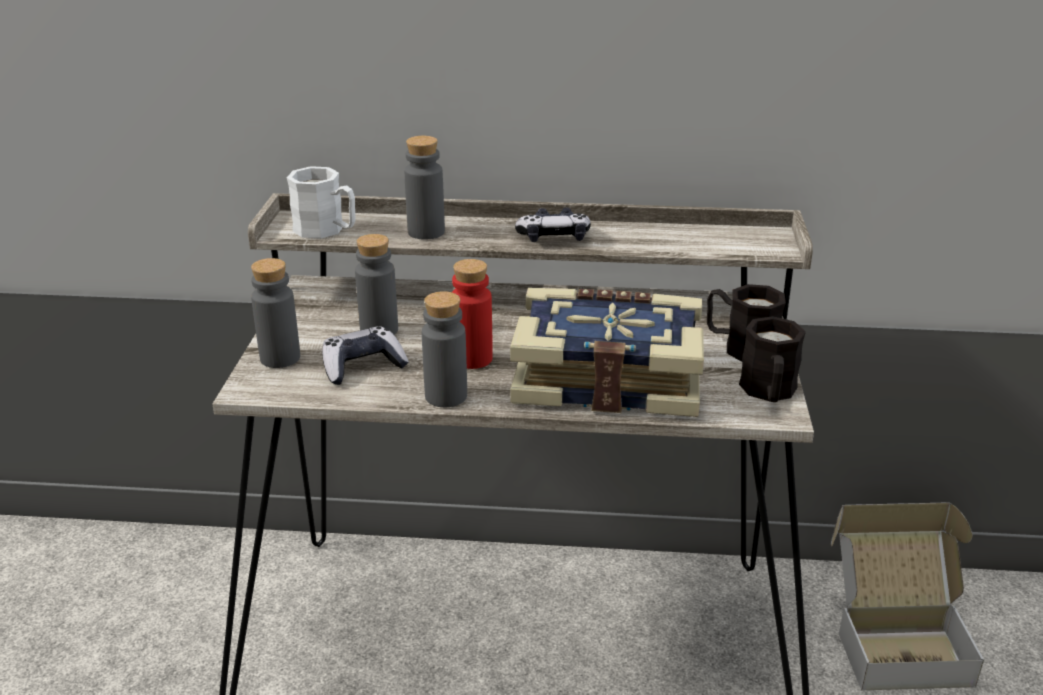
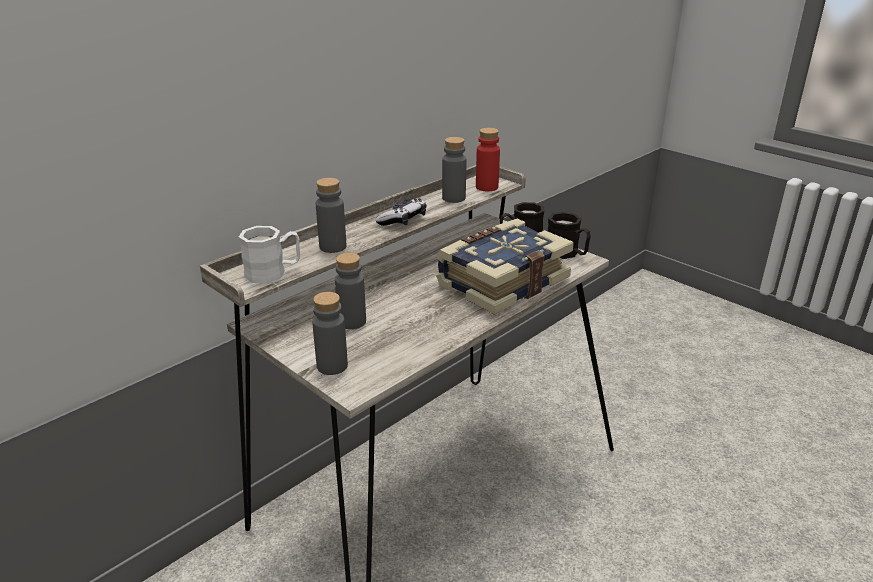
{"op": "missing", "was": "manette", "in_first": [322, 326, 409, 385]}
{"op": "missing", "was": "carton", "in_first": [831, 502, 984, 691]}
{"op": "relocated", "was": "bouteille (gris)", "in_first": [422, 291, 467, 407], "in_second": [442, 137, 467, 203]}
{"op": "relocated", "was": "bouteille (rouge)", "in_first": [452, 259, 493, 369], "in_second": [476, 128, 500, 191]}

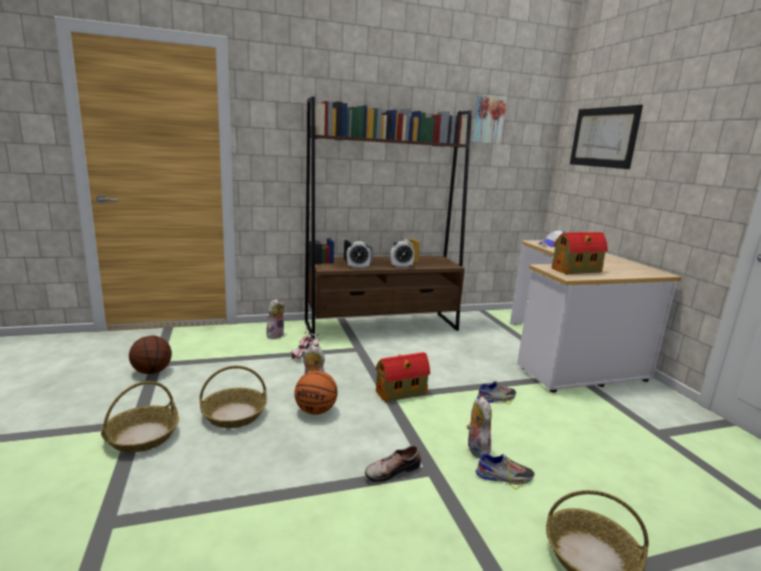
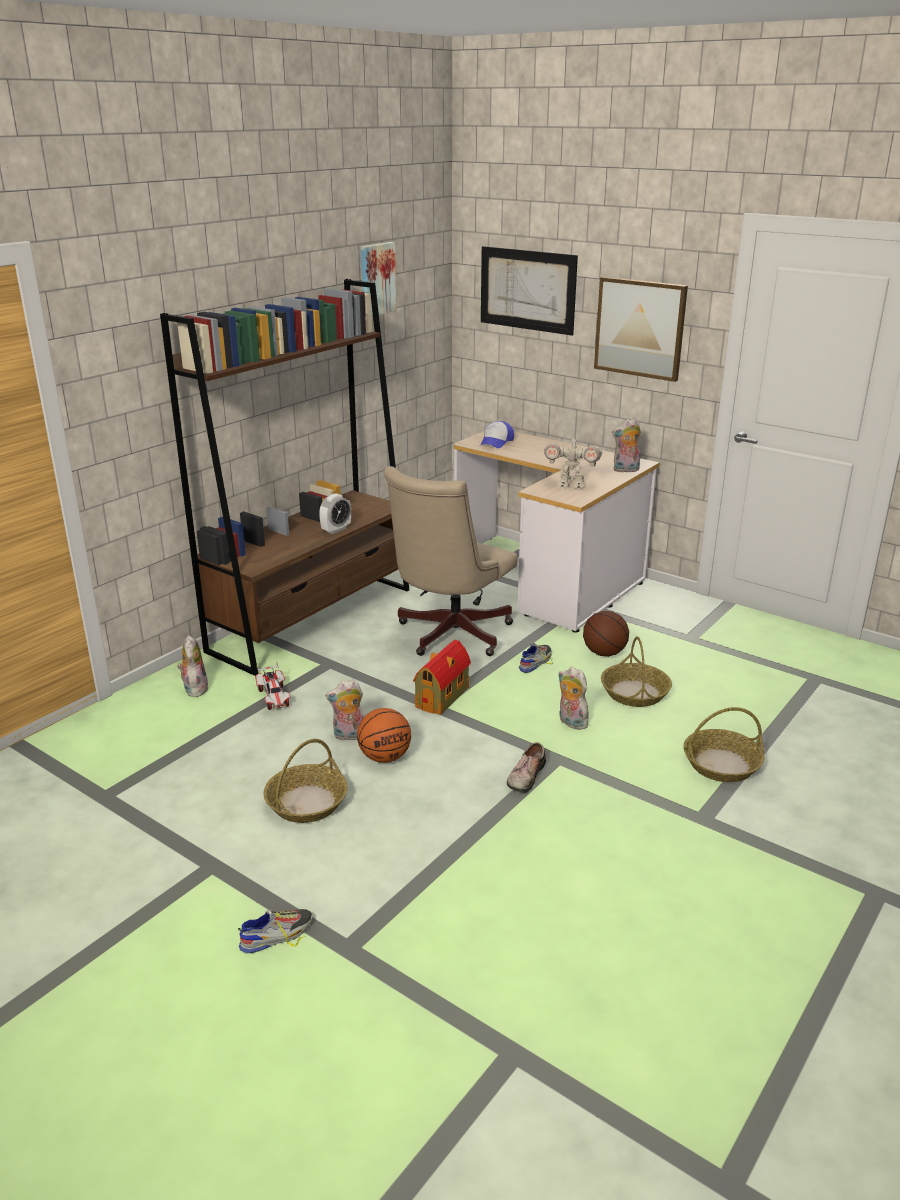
{"op": "missing", "was": "réveil", "in_first": [347, 242, 371, 269]}
{"op": "appeared", "now": "chaise de bureau (beige)", "in_second": [384, 466, 518, 656]}
{"op": "appeared", "now": "tableau", "in_second": [594, 277, 688, 382]}
{"op": "appeared", "now": "peluche", "in_second": [612, 418, 641, 473]}
{"op": "relocated", "was": "panier", "in_first": [101, 381, 179, 453], "in_second": [601, 636, 672, 707]}
{"op": "relocated", "was": "ballon de basket", "in_first": [129, 336, 172, 374], "in_second": [583, 611, 629, 657]}
{"op": "relocated", "was": "chaussure", "in_first": [476, 454, 535, 489], "in_second": [238, 909, 312, 953]}
{"op": "exchanged", "was": "maison miniature", "now": "robot jouet", "in_first": [551, 232, 608, 274], "in_second": [544, 434, 602, 489]}

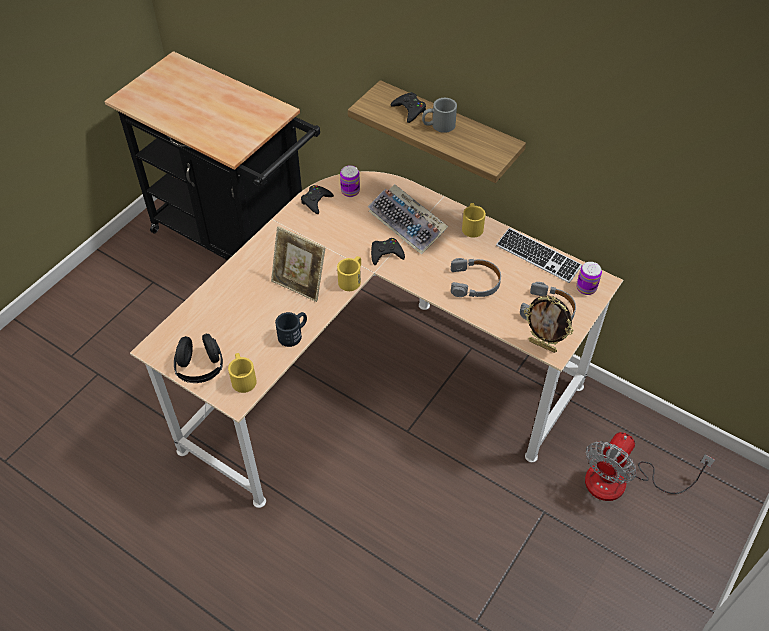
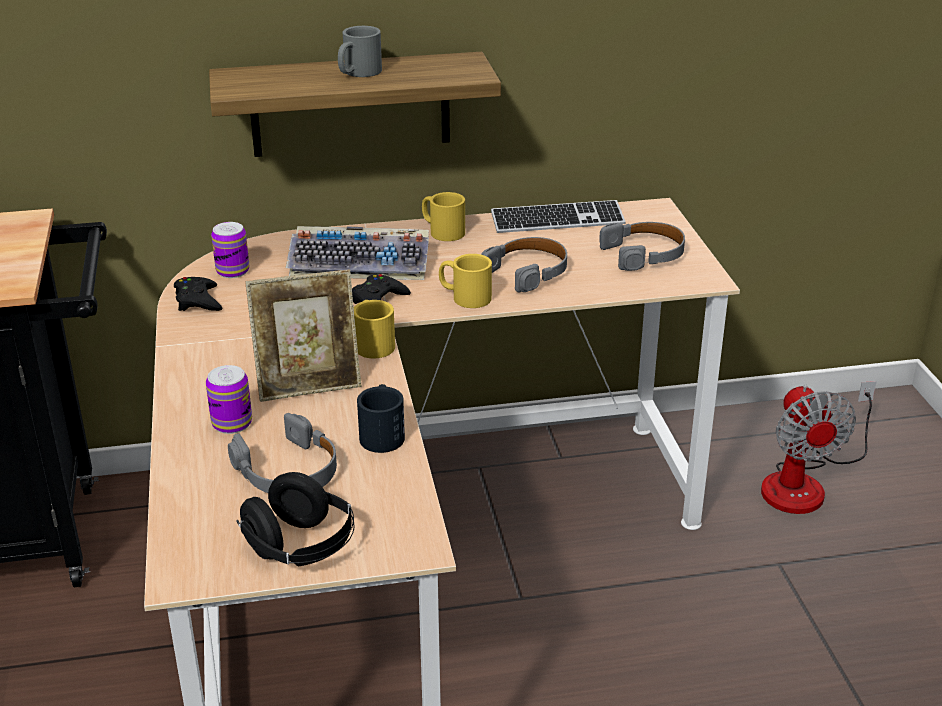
{"op": "missing", "was": "manette (noir)", "in_first": [391, 92, 426, 123]}
{"op": "missing", "was": "cadre photo", "in_first": [524, 295, 573, 353]}
{"op": "appeared", "now": "casque audio (gris)", "in_second": [228, 413, 337, 493]}
{"op": "relocated", "was": "mug (jaune)", "in_first": [228, 353, 257, 393], "in_second": [439, 254, 492, 308]}
{"op": "relocated", "was": "boîte métallique", "in_first": [576, 262, 602, 295], "in_second": [206, 365, 252, 434]}

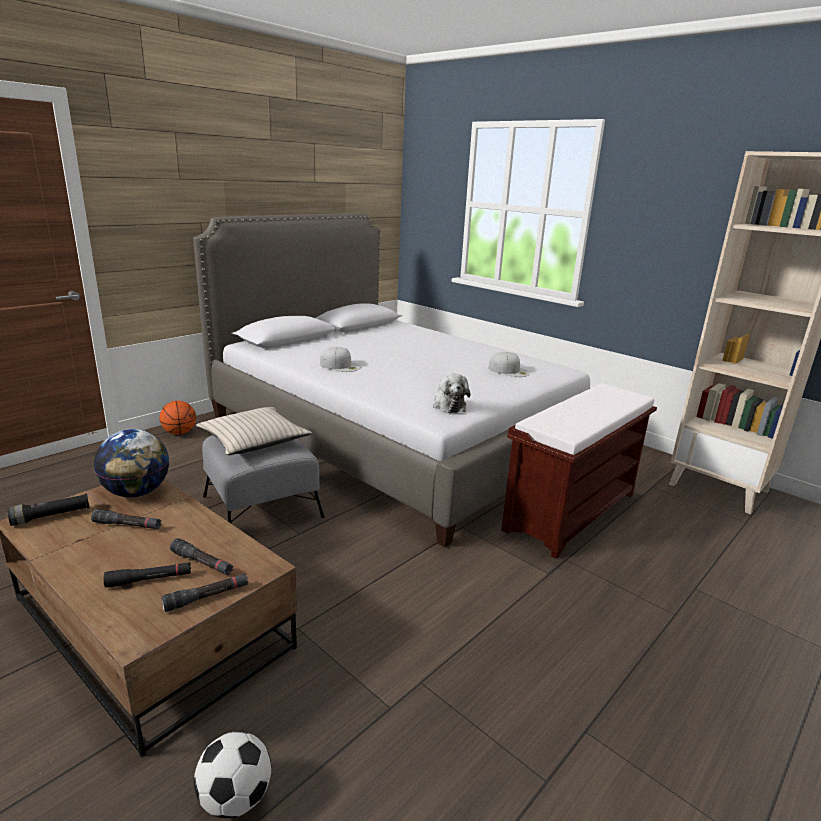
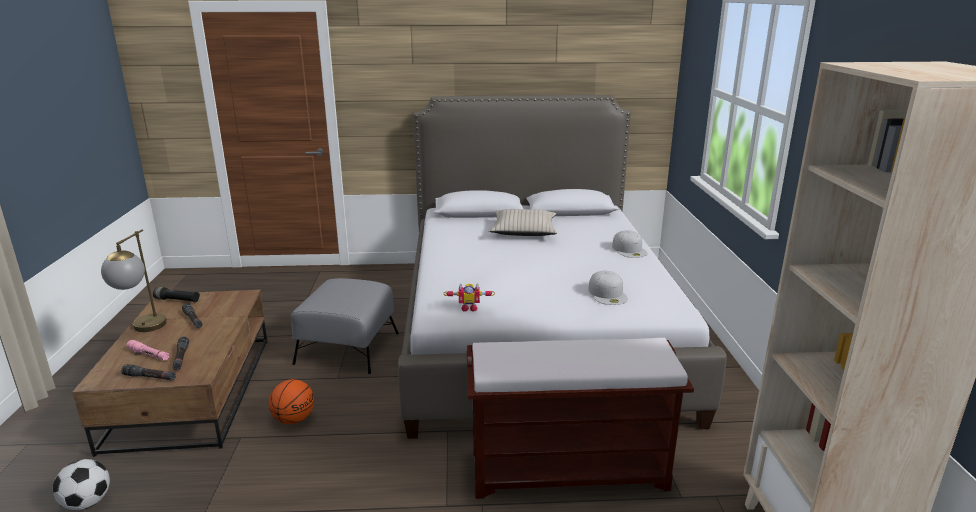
{"op": "missing", "was": "globe", "in_first": [94, 429, 169, 497]}
{"op": "appeared", "now": "lampe de table", "in_second": [101, 229, 167, 332]}
{"op": "relocated", "was": "ballon de basket", "in_first": [159, 401, 196, 435], "in_second": [269, 379, 315, 424]}
{"op": "relocated", "was": "coussin (beige)", "in_first": [196, 407, 312, 455], "in_second": [489, 209, 557, 236]}
{"op": "relocated", "was": "casquette (blanc)", "in_first": [320, 347, 361, 372], "in_second": [612, 230, 648, 258]}
{"op": "exchanged", "was": "peluche", "now": "robot jouet", "in_first": [433, 374, 470, 413], "in_second": [443, 283, 495, 312]}
{"op": "colour", "was": "lampe de poche (noir)", "now": "lampe de poche (rose)", "in_first": [104, 562, 191, 588], "in_second": [127, 340, 169, 361]}

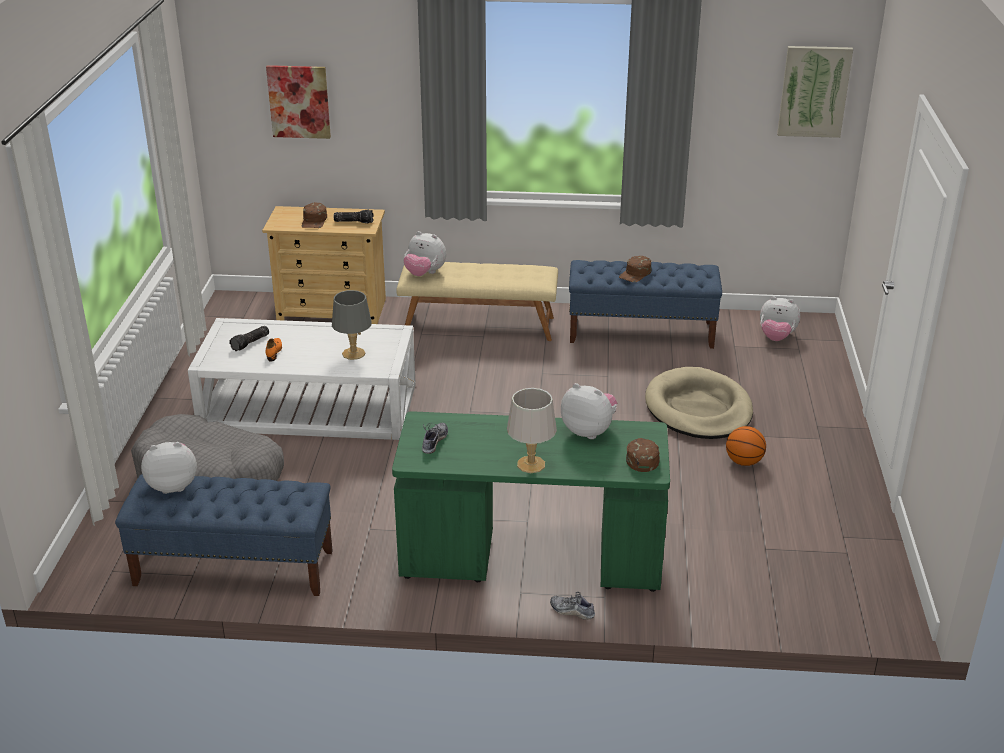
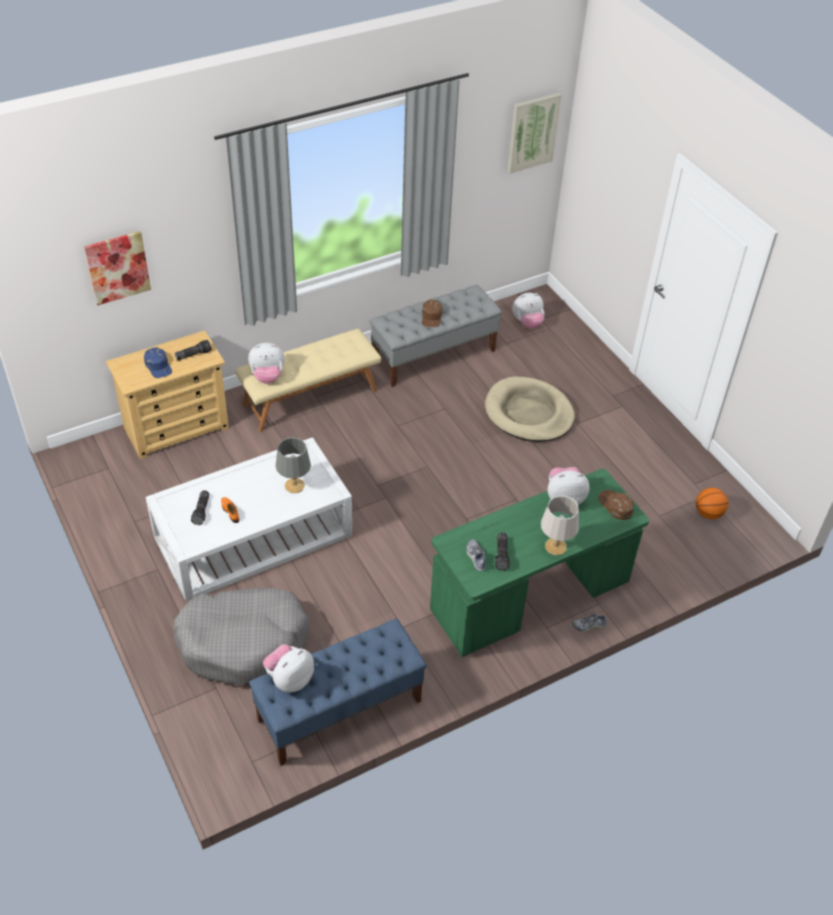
{"op": "appeared", "now": "lampe de poche", "in_second": [495, 532, 510, 571]}
{"op": "relocated", "was": "ballon de basket", "in_first": [726, 426, 766, 466], "in_second": [696, 488, 728, 519]}
{"op": "colour", "was": "casquette (marron)", "now": "casquette (bleu)", "in_first": [302, 202, 327, 228], "in_second": [144, 347, 172, 378]}
{"op": "colour", "was": "banc (bleu)", "now": "banc (gris)", "in_first": [569, 260, 722, 349], "in_second": [370, 285, 502, 387]}

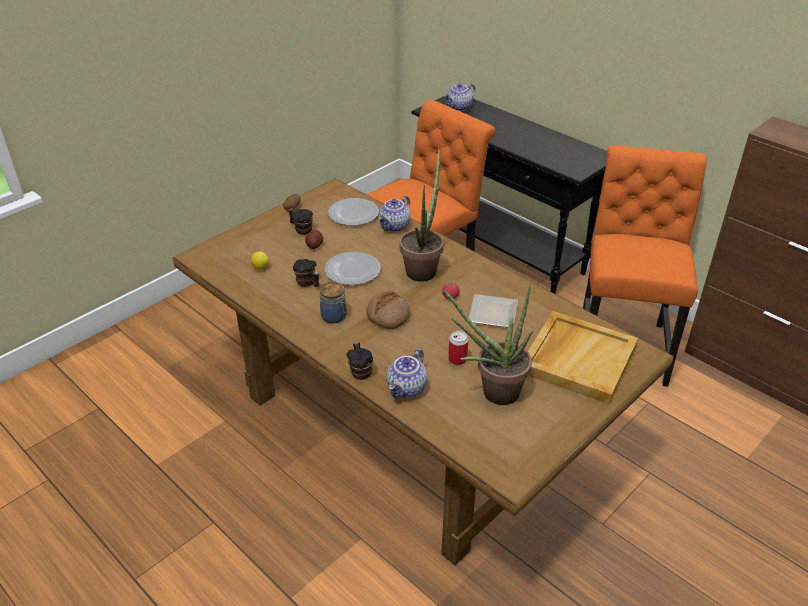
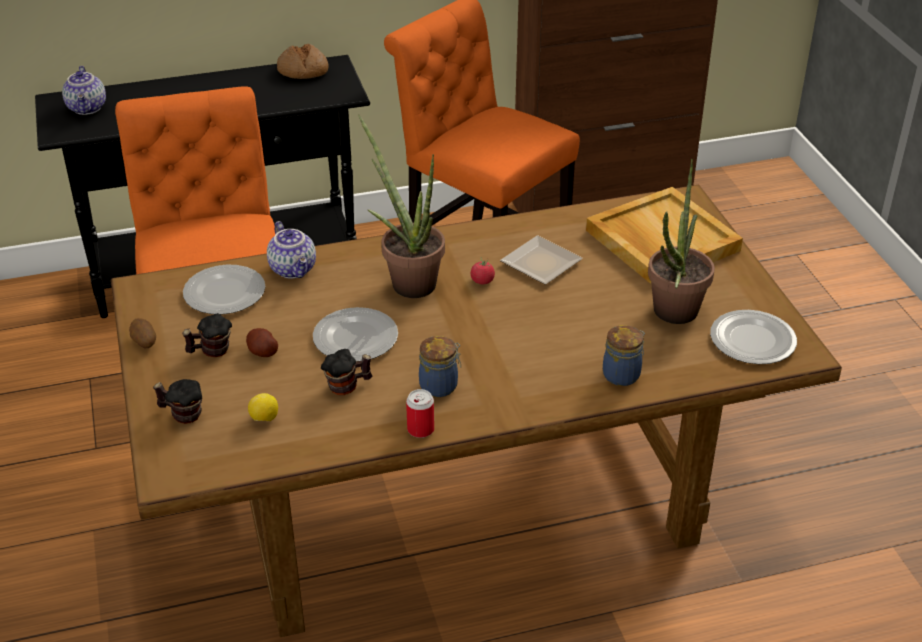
{"op": "appeared", "now": "assiette", "in_second": [710, 310, 797, 364]}
{"op": "relocated", "was": "mug", "in_first": [346, 342, 373, 380], "in_second": [153, 379, 202, 424]}
{"op": "relocated", "was": "pain", "in_first": [366, 291, 410, 329], "in_second": [277, 44, 328, 79]}
{"op": "relocated", "was": "boîte métallique", "in_first": [448, 331, 468, 365], "in_second": [406, 389, 434, 438]}
{"op": "exchanged", "was": "théière", "now": "bocal", "in_first": [386, 348, 427, 399], "in_second": [603, 325, 645, 386]}

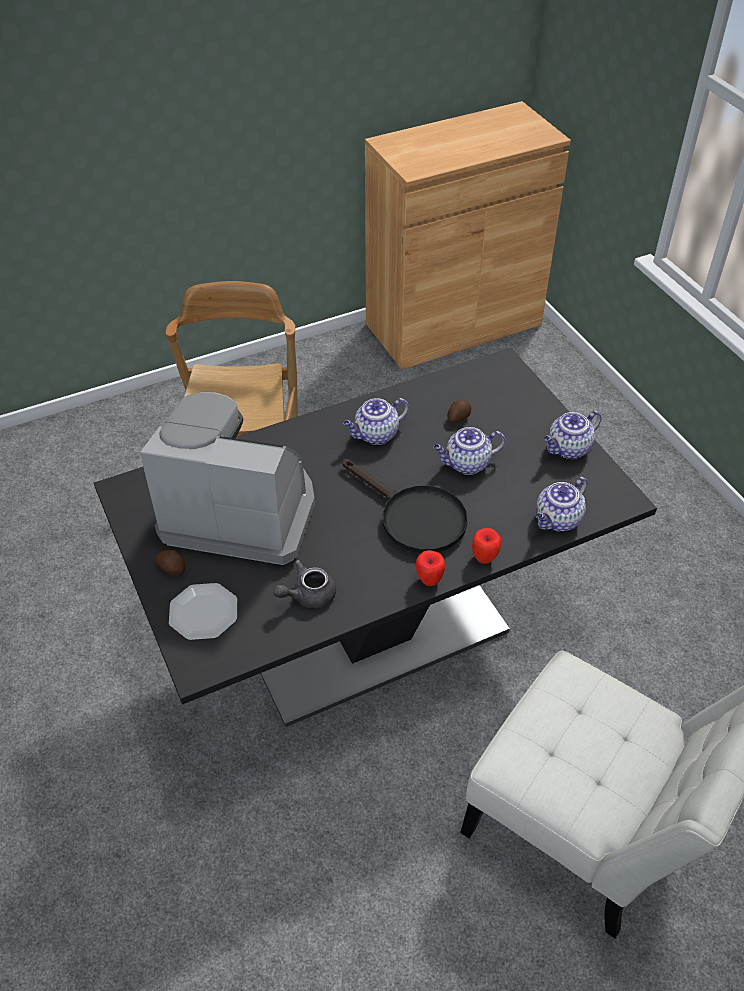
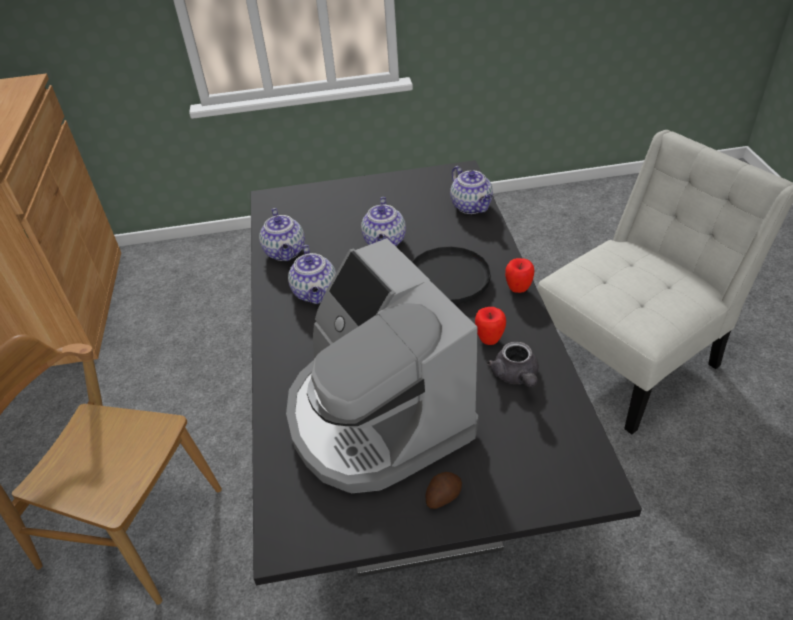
{"op": "missing", "was": "assiette", "in_first": [169, 583, 237, 640]}
{"op": "missing", "was": "pomme de terre", "in_first": [447, 400, 471, 423]}
{"op": "relocated", "was": "pomme", "in_first": [472, 528, 501, 564], "in_second": [475, 307, 506, 345]}
{"op": "relocated", "was": "théière", "in_first": [544, 411, 601, 459], "in_second": [259, 208, 305, 261]}
{"op": "spun", "was": "machine à café", "in_first": [140, 392, 315, 565], "in_second": [286, 238, 479, 493], "clockwise": -60}

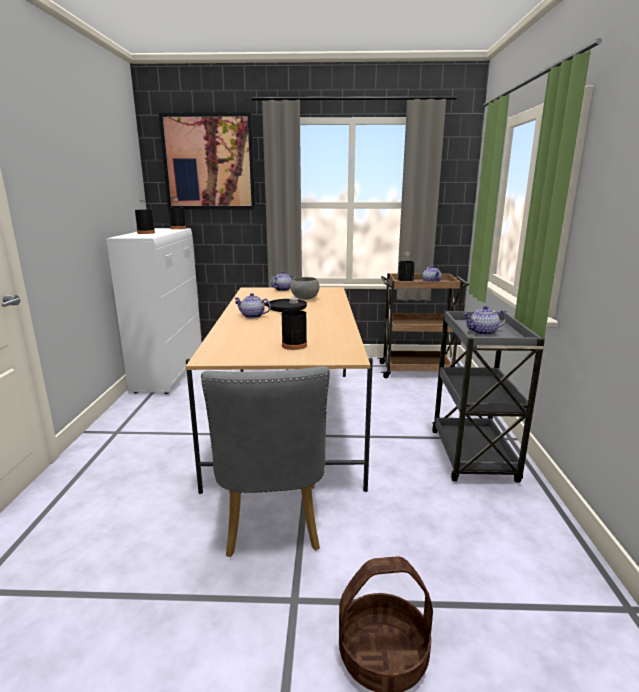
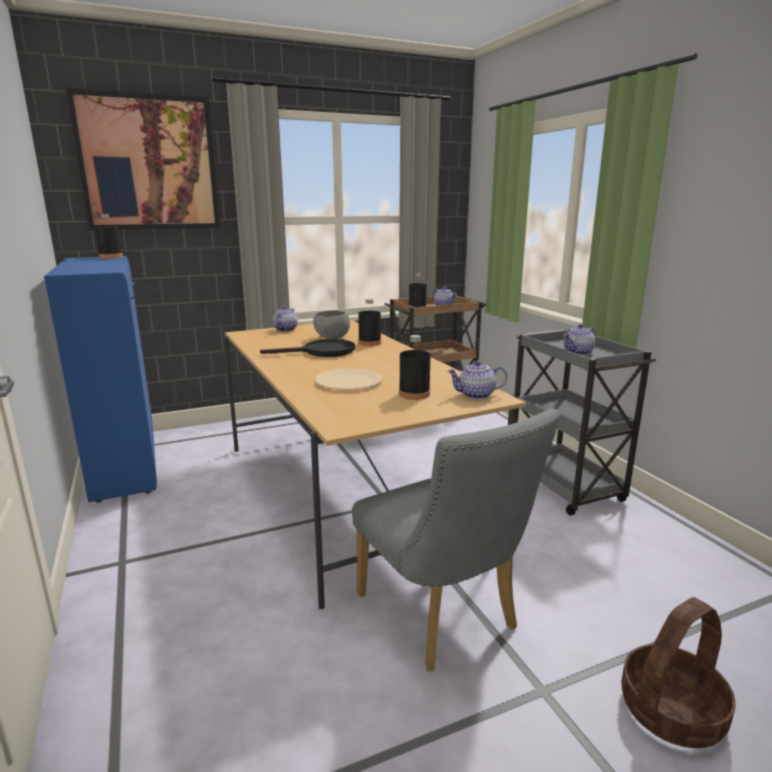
{"op": "appeared", "now": "assiette (beige)", "in_second": [315, 368, 382, 390]}
{"op": "relocated", "was": "bouteille (noir)", "in_first": [135, 200, 155, 234], "in_second": [358, 299, 381, 346]}
{"op": "relocated", "was": "théière", "in_first": [235, 293, 271, 318], "in_second": [448, 360, 507, 399]}
{"op": "colour", "was": "meuble de rangement (blanc)", "now": "meuble de rangement (bleu)", "in_first": [106, 228, 202, 394], "in_second": [44, 256, 157, 503]}

